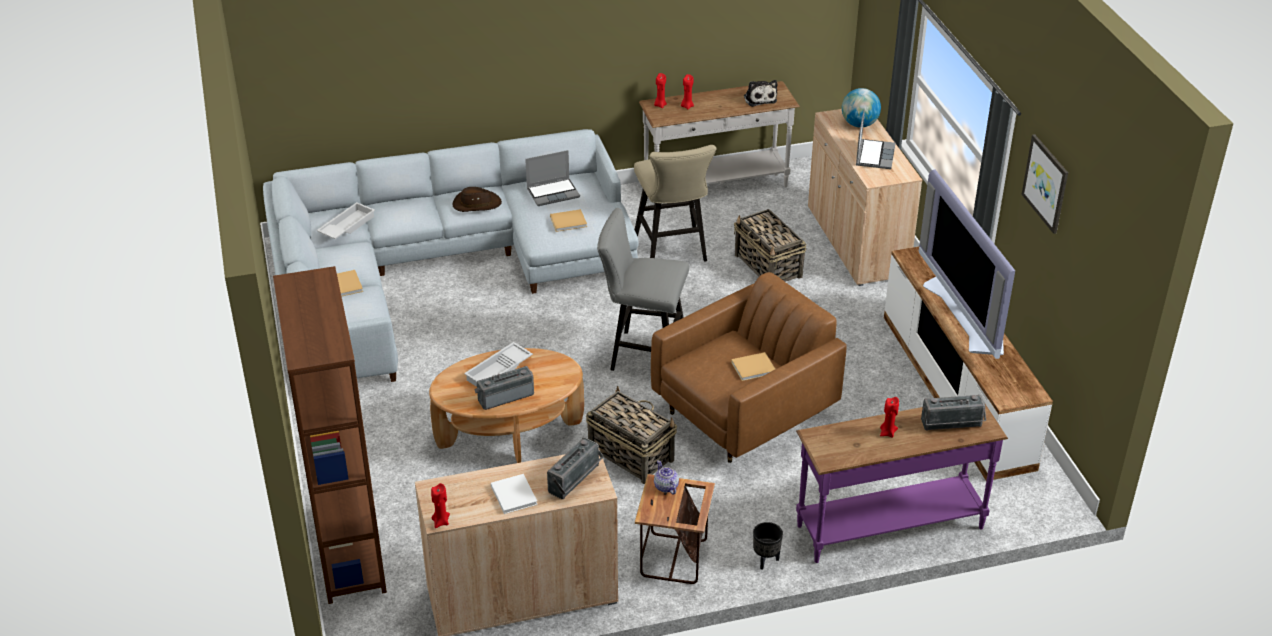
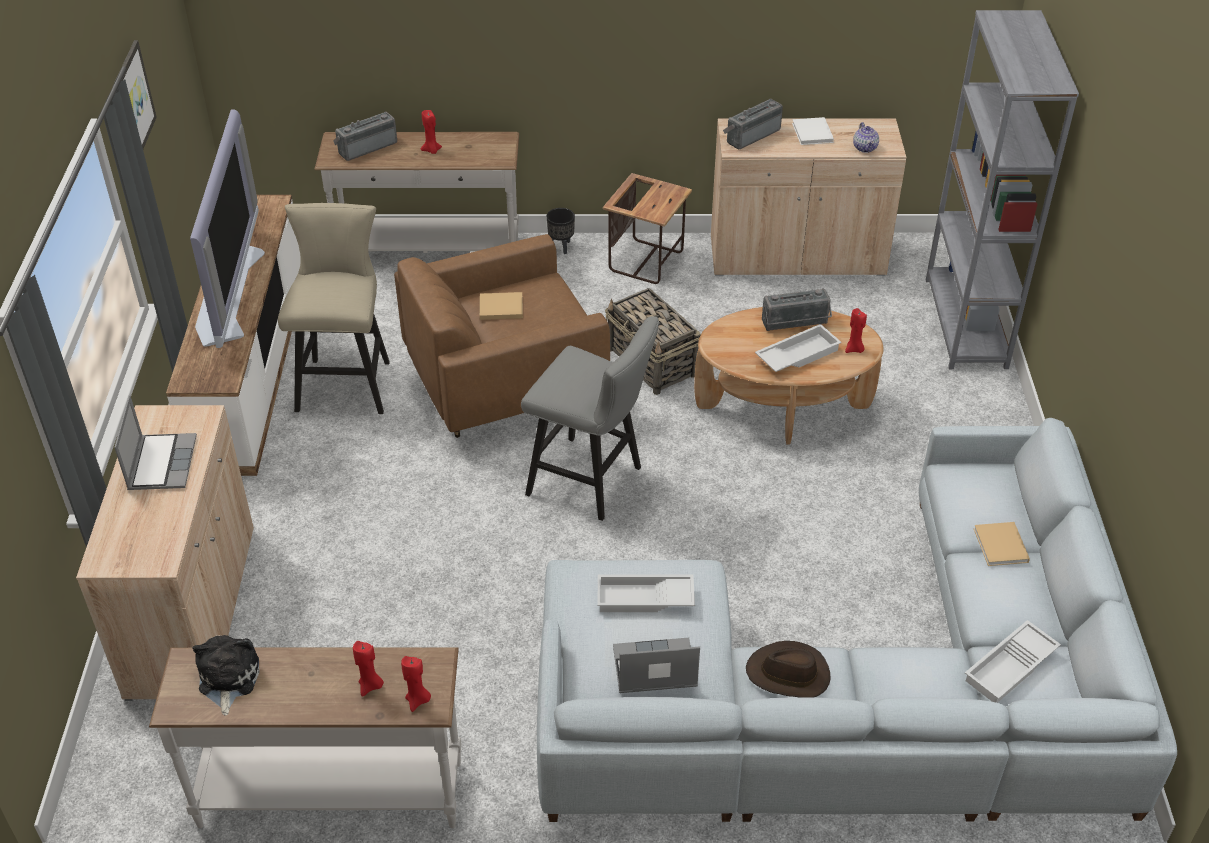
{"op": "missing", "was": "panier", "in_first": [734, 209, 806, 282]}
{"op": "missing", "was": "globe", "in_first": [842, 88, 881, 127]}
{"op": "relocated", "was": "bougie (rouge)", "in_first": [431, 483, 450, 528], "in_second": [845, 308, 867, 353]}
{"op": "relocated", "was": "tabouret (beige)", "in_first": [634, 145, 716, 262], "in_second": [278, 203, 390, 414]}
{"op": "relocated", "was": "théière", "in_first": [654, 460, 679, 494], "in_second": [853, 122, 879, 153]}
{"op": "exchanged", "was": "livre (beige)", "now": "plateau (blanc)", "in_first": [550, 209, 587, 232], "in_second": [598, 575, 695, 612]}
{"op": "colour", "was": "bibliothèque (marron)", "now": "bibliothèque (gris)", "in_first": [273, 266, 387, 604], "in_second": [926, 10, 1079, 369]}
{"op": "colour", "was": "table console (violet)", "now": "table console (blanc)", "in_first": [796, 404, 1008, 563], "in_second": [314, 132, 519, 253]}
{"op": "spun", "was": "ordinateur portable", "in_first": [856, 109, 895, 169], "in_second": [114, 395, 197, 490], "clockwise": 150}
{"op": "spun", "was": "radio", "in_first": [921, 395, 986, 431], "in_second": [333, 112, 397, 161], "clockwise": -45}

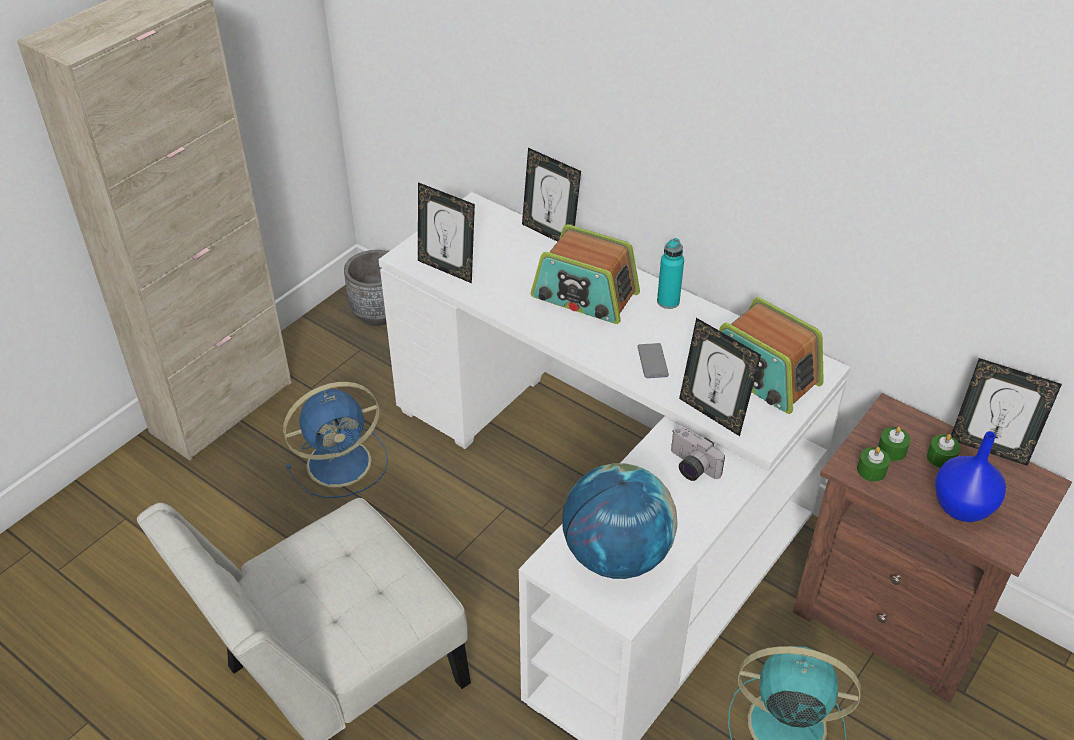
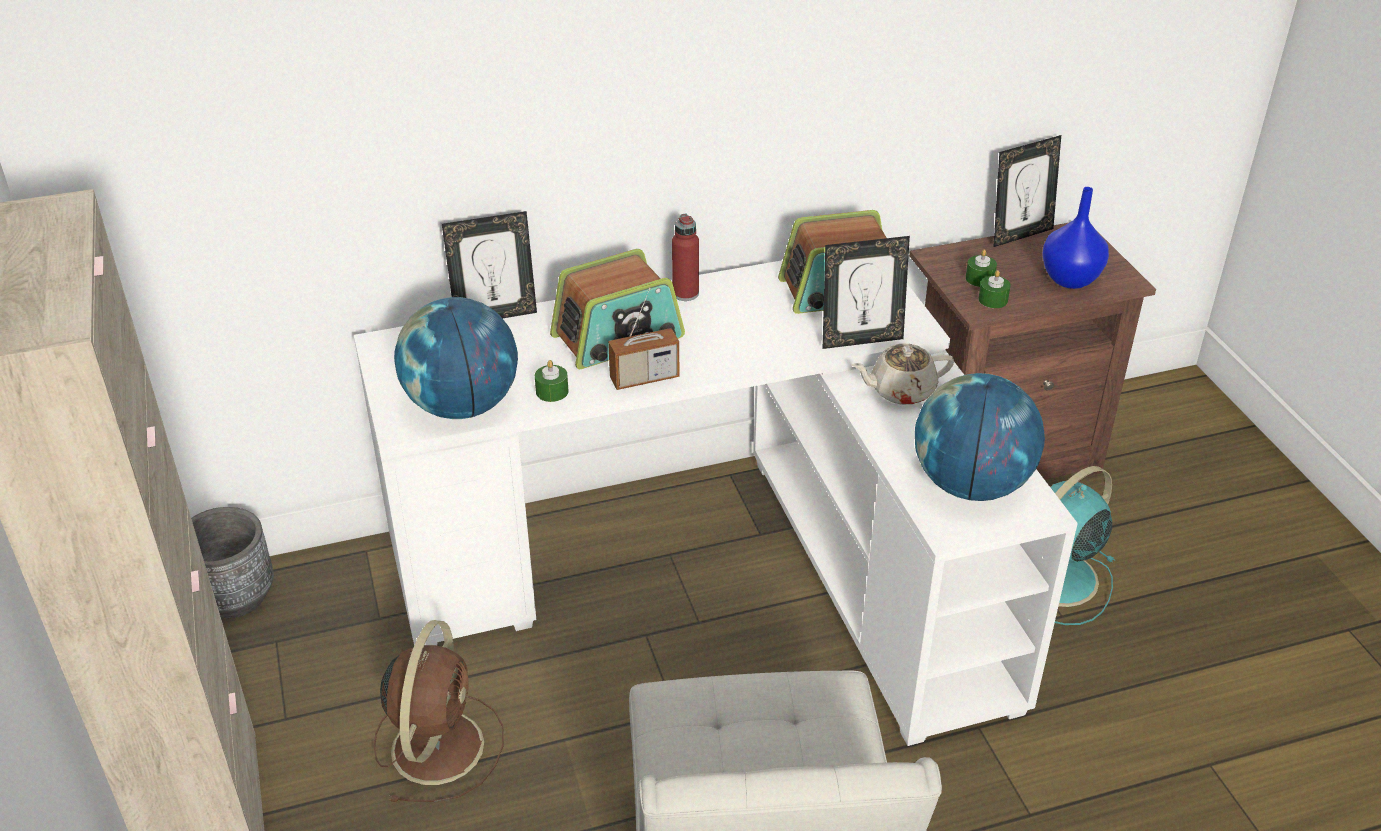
{"op": "missing", "was": "téléphone", "in_first": [638, 343, 669, 378]}
{"op": "appeared", "now": "radio", "in_second": [608, 288, 679, 390]}
{"op": "relocated", "was": "bougie (vert)", "in_first": [927, 434, 961, 468], "in_second": [535, 360, 568, 402]}
{"op": "exchanged", "was": "cadre photo", "now": "globe", "in_first": [418, 182, 475, 283], "in_second": [394, 297, 518, 419]}
{"op": "exchanged", "was": "appareil photo", "now": "théière (beige)", "in_first": [671, 426, 725, 481], "in_second": [851, 343, 954, 405]}
{"op": "colour", "was": "ventilateur (bleu)", "now": "ventilateur (marron)", "in_first": [283, 382, 388, 498], "in_second": [374, 620, 504, 802]}
{"op": "colour", "was": "bouteille (turquoise)", "now": "bouteille (rouge)", "in_first": [657, 238, 684, 309], "in_second": [672, 214, 699, 301]}

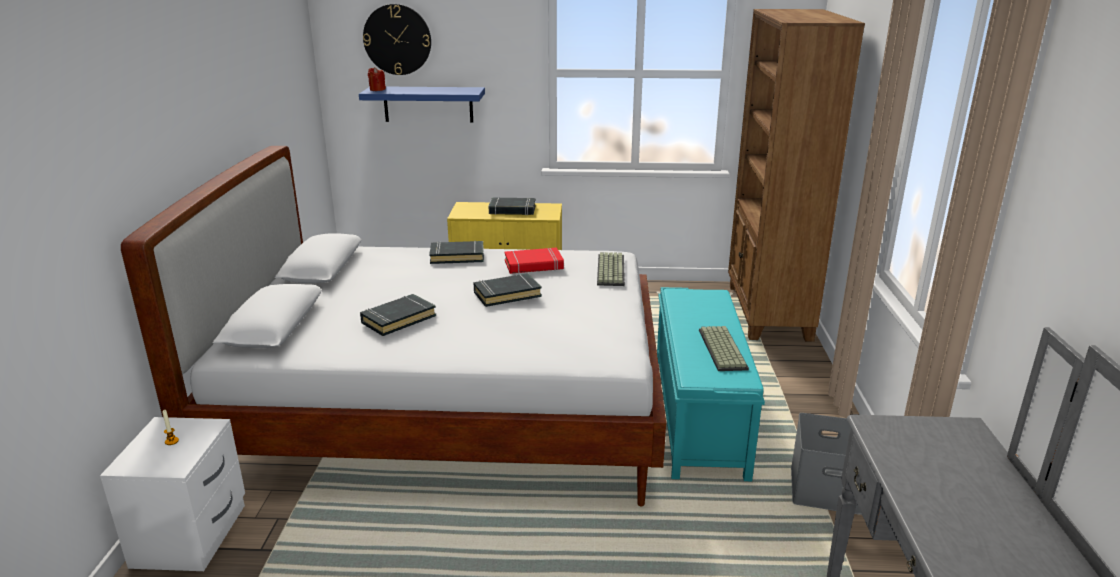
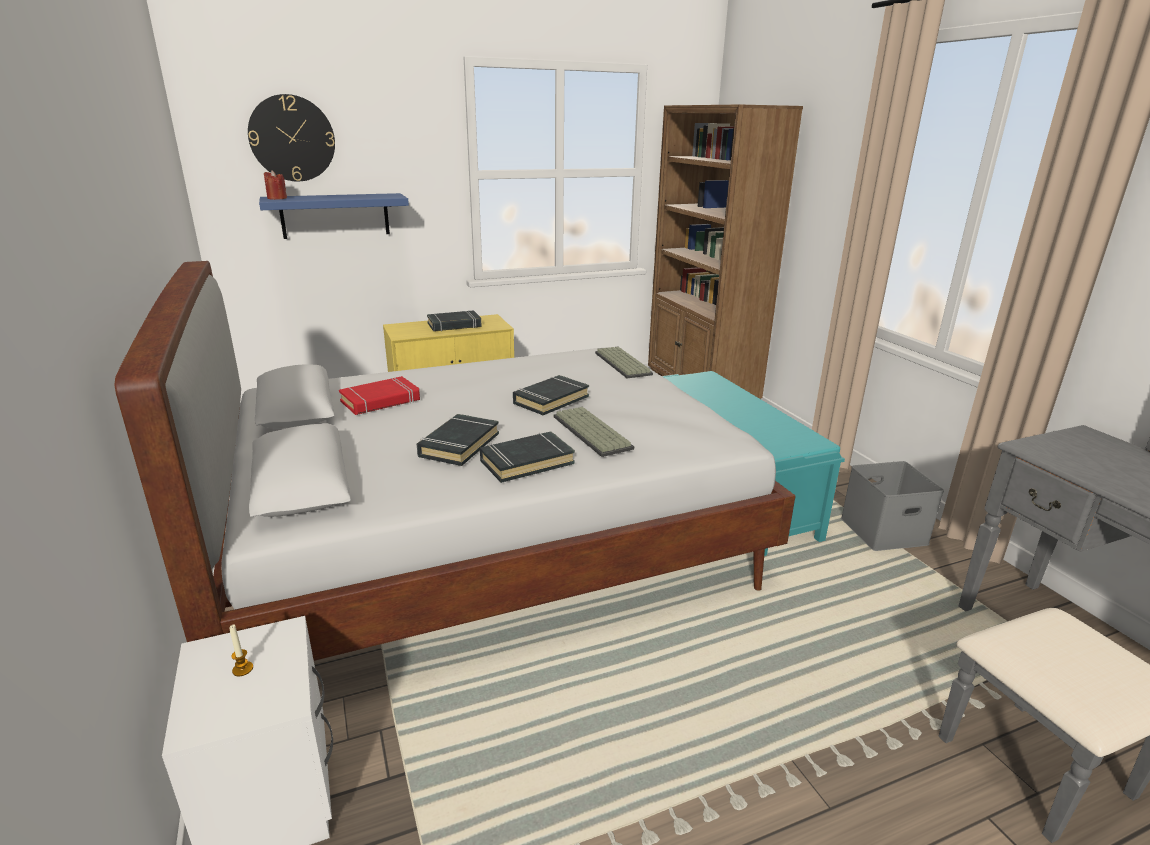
{"op": "relocated", "was": "livre (noir)", "in_first": [429, 241, 484, 264], "in_second": [480, 431, 575, 483]}
{"op": "relocated", "was": "livre (rouge)", "in_first": [505, 248, 564, 274], "in_second": [339, 376, 420, 415]}
{"op": "relocated", "was": "clavier", "in_first": [699, 326, 749, 371], "in_second": [554, 407, 634, 457]}

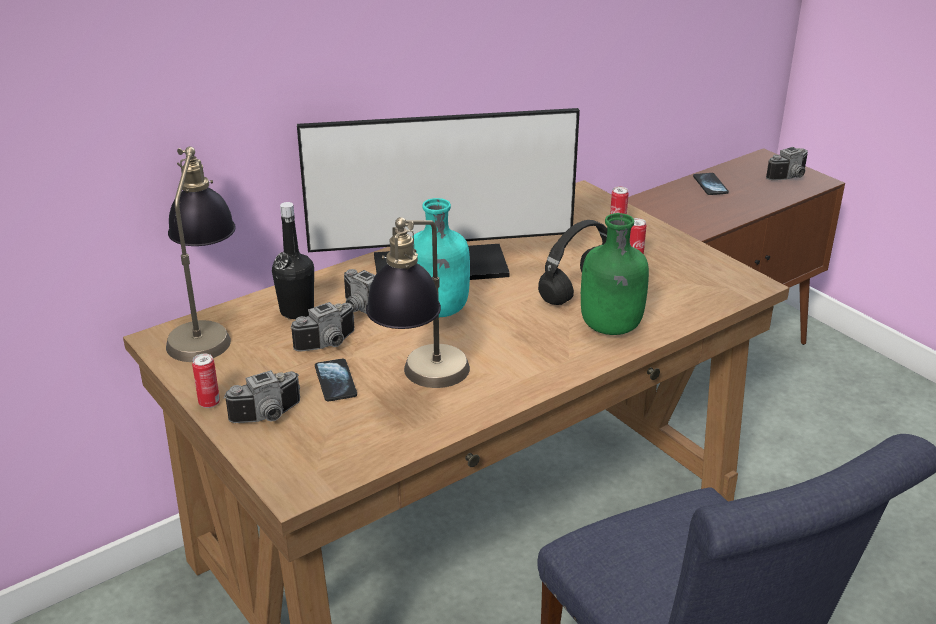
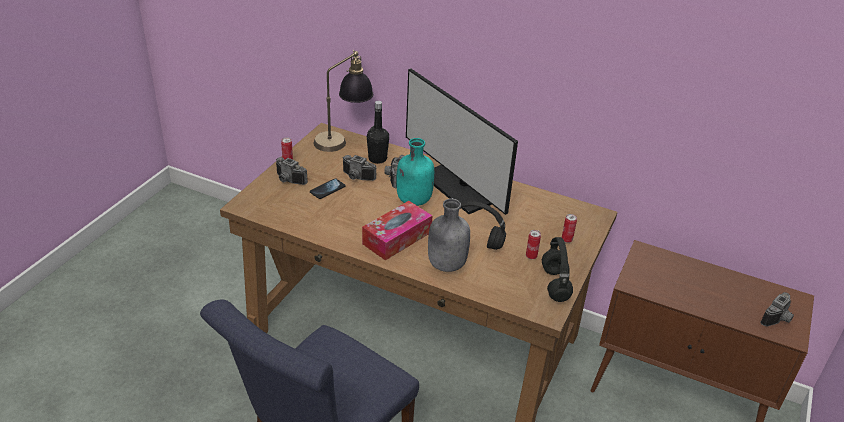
{"op": "missing", "was": "lampe de table", "in_first": [366, 217, 470, 388]}
{"op": "missing", "was": "téléphone", "in_first": [693, 173, 729, 195]}
{"op": "appeared", "now": "boîte à mouchoirs", "in_second": [362, 201, 433, 261]}
{"op": "appeared", "now": "casque audio (noir)", "in_second": [542, 237, 573, 302]}
{"op": "colour", "was": "bouteille (vert)", "now": "bouteille (gris)", "in_first": [581, 213, 649, 335], "in_second": [428, 199, 470, 272]}
{"op": "spun", "was": "appareil photo", "in_first": [766, 147, 808, 180], "in_second": [760, 292, 794, 326], "clockwise": -75}

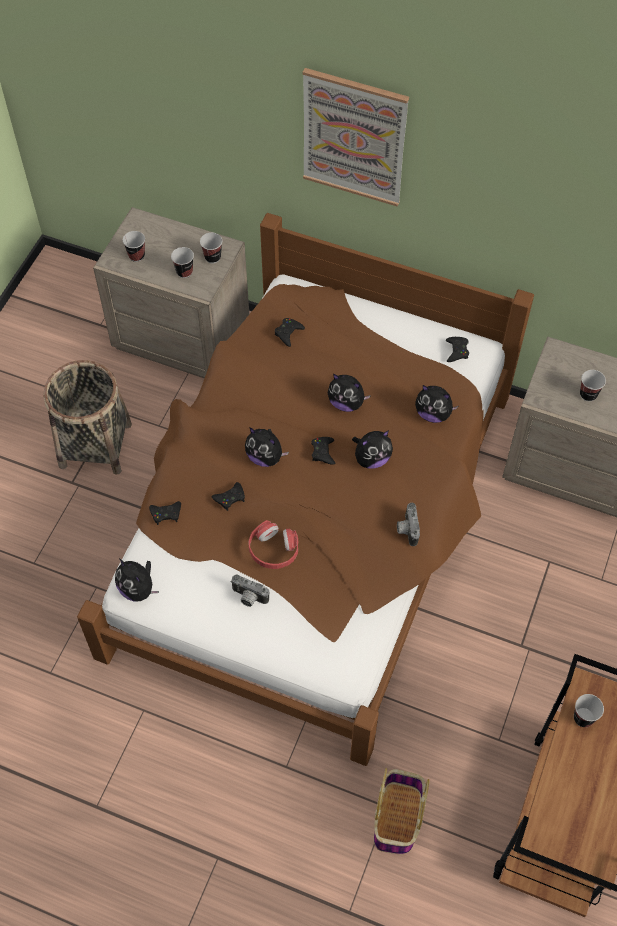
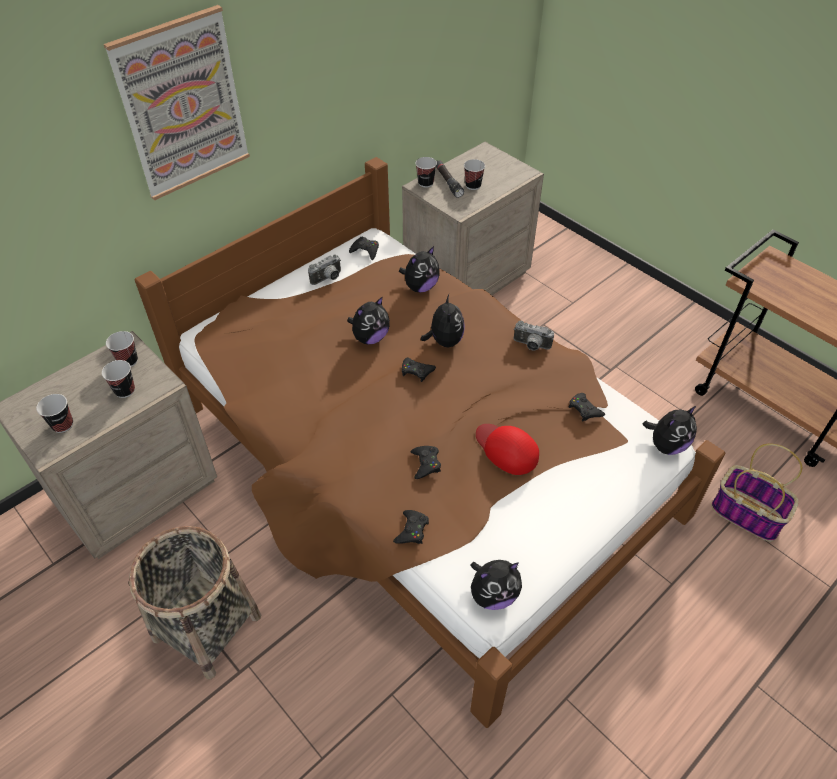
{"op": "appeared", "now": "lampe de poche (noir)", "in_second": [436, 160, 464, 198]}
{"op": "relocated", "was": "appareil photo", "in_first": [230, 574, 269, 607], "in_second": [308, 254, 341, 285]}
{"op": "relocated", "was": "peluche", "in_first": [245, 427, 289, 467], "in_second": [643, 406, 697, 455]}
{"op": "relocated", "was": "manette (noir)", "in_first": [275, 318, 305, 347], "in_second": [569, 393, 605, 421]}
{"op": "relocated", "was": "tasse", "in_first": [574, 694, 604, 727], "in_second": [415, 157, 437, 188]}
{"op": "exchanged", "was": "casque audio (rouge)", "now": "casquette (rouge)", "in_first": [248, 520, 298, 569], "in_second": [476, 424, 539, 475]}

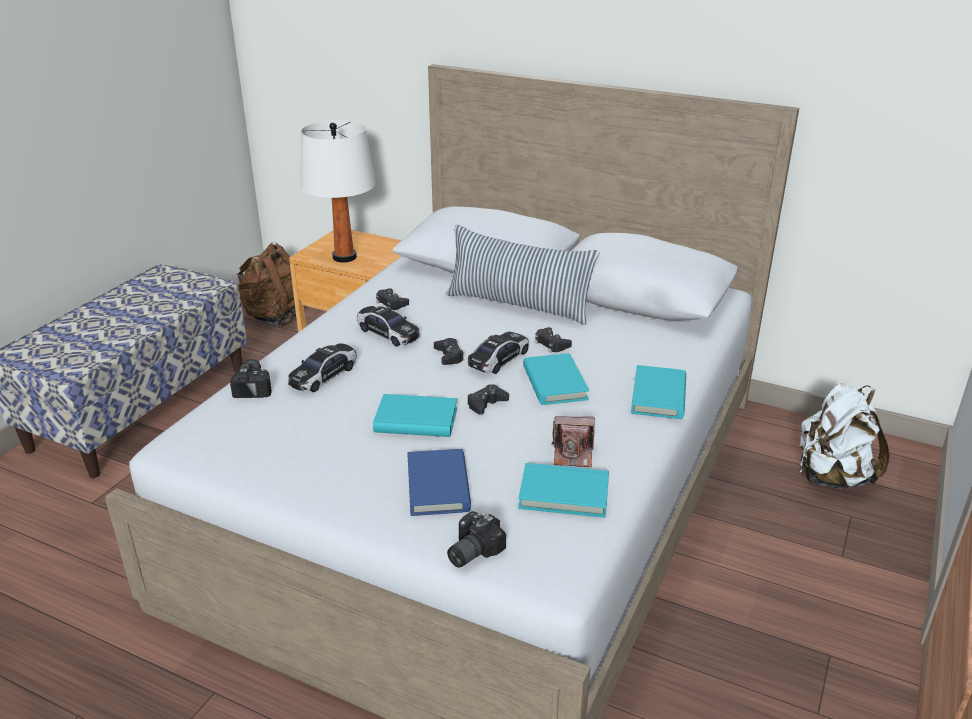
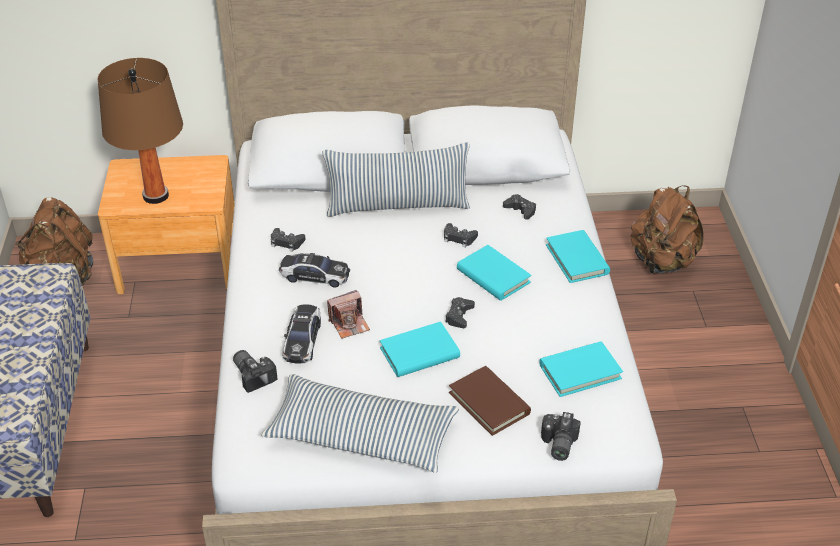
{"op": "missing", "was": "petite voiture", "in_first": [467, 332, 529, 374]}
{"op": "appeared", "now": "coussin", "in_second": [261, 374, 459, 473]}
{"op": "relocated", "was": "manette (noir)", "in_first": [434, 338, 464, 365], "in_second": [503, 194, 536, 220]}
{"op": "relocated", "was": "appareil photo", "in_first": [552, 416, 595, 467], "in_second": [327, 290, 370, 339]}
{"op": "colour", "was": "lampe de table (blanc)", "now": "lampe de table (marron)", "in_first": [301, 120, 376, 263], "in_second": [97, 58, 183, 204]}
{"op": "colour", "was": "livre (bleu)", "now": "livre (marron)", "in_first": [407, 449, 471, 516], "in_second": [449, 366, 531, 436]}
{"op": "colour", "was": "sac à dos (blanc)", "now": "sac à dos (marron)", "in_first": [799, 383, 890, 489], "in_second": [630, 185, 704, 274]}

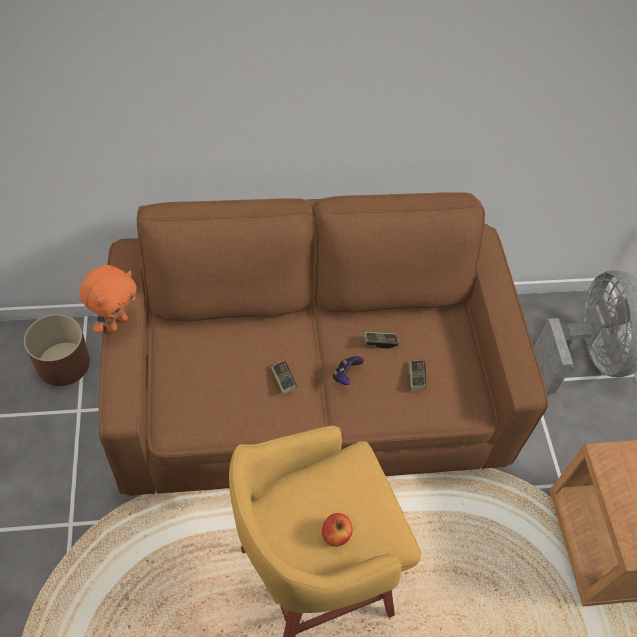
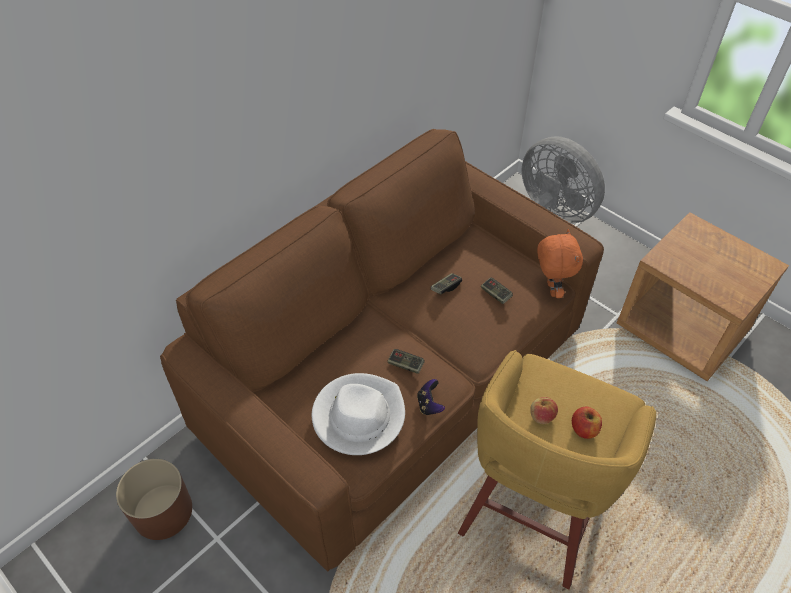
{"op": "appeared", "now": "chapeau (blanc)", "in_second": [312, 373, 405, 455]}
{"op": "appeared", "now": "pomme", "in_second": [530, 397, 558, 424]}
{"op": "relocated", "was": "peluche (orange)", "in_first": [80, 265, 137, 333], "in_second": [537, 229, 583, 298]}
{"op": "relocated", "was": "manette", "in_first": [333, 356, 364, 385], "in_second": [417, 379, 445, 415]}

